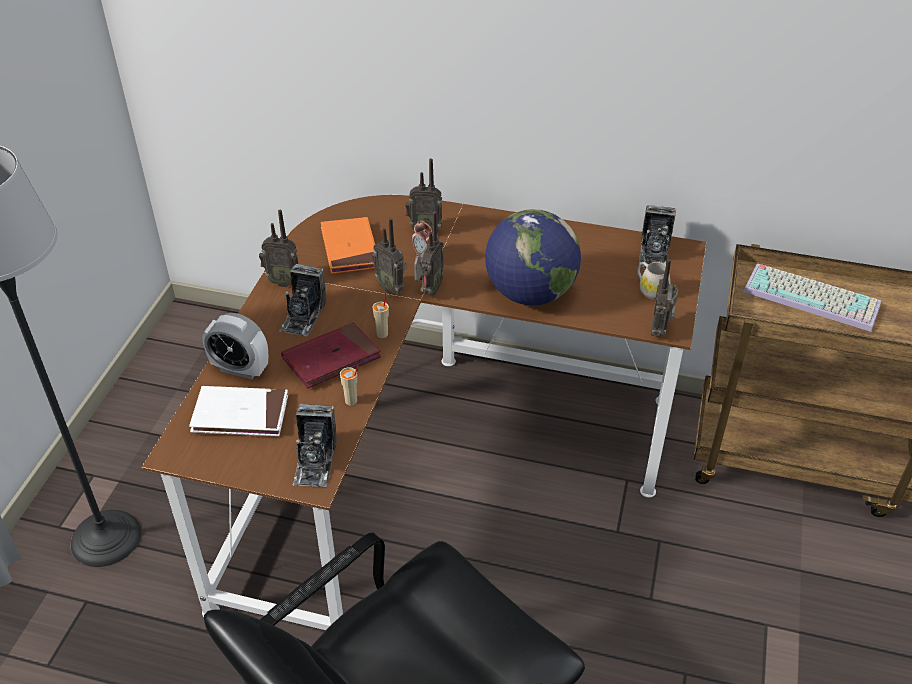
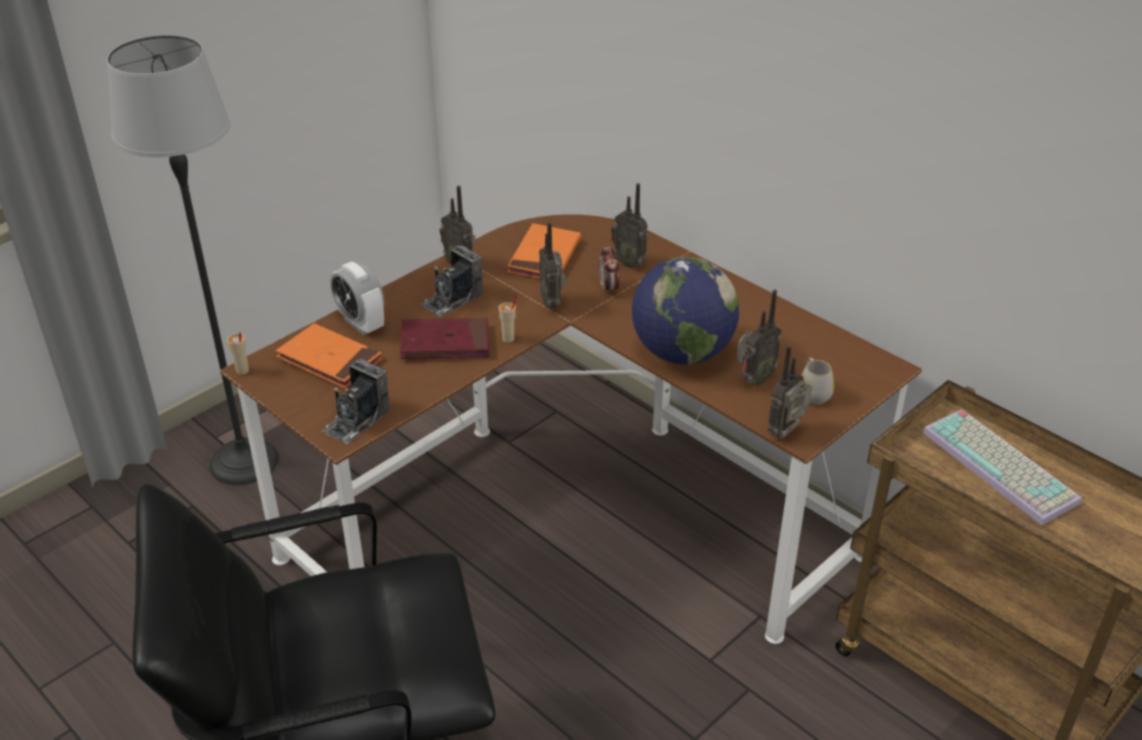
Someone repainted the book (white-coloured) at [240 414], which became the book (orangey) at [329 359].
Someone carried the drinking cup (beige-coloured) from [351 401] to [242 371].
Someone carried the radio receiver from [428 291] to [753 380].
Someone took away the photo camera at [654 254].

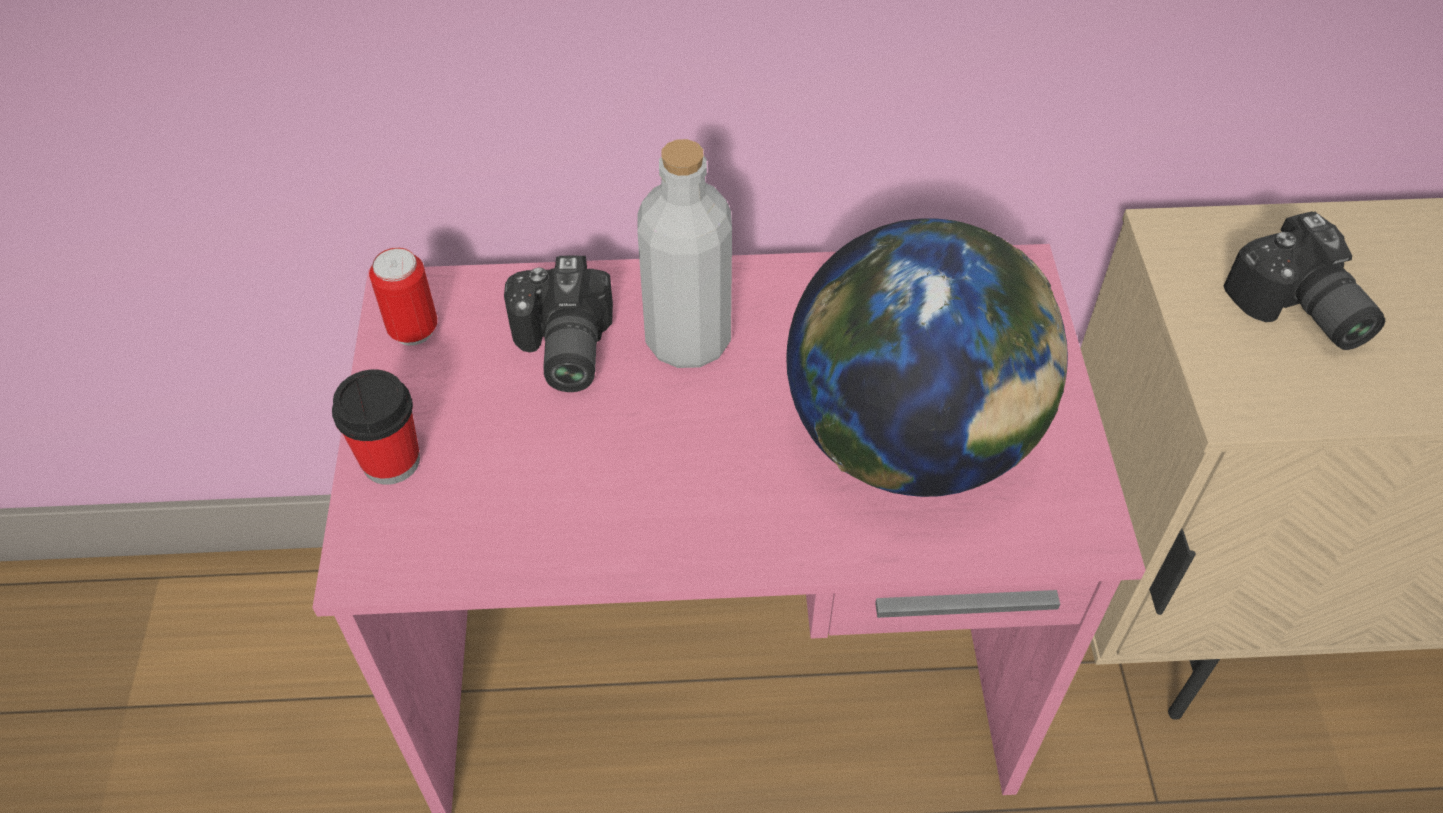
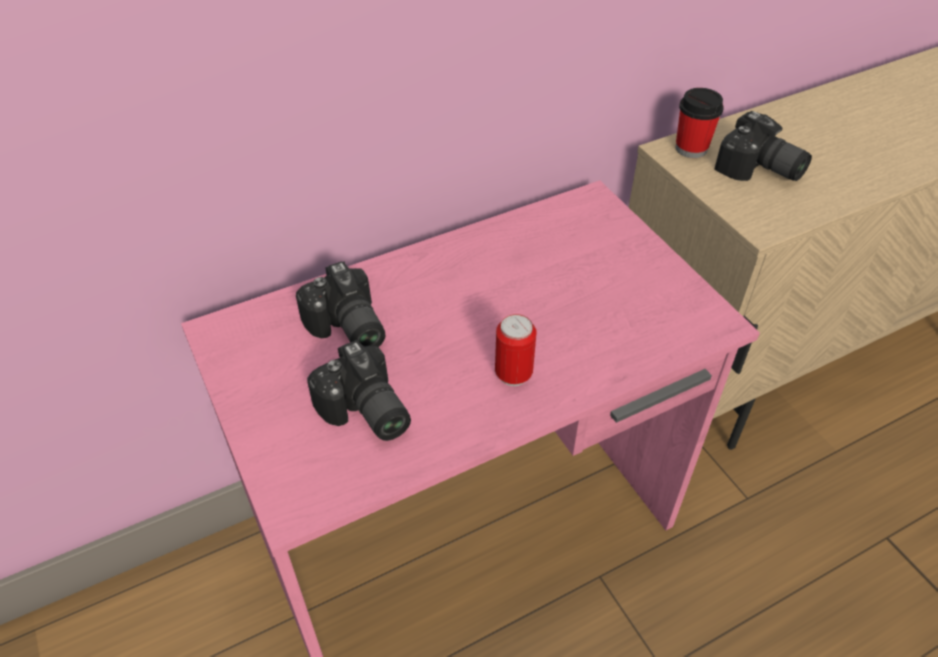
Someone carried the drinking cup from [391 461] to [691 148].
Someone carried the sealed can from [413 330] to [513 374].
Someone took away the drink bottle (gray) at [688 340].
Someone took away the globe at [909 442].
Someone put down the photo camera at [364 413].

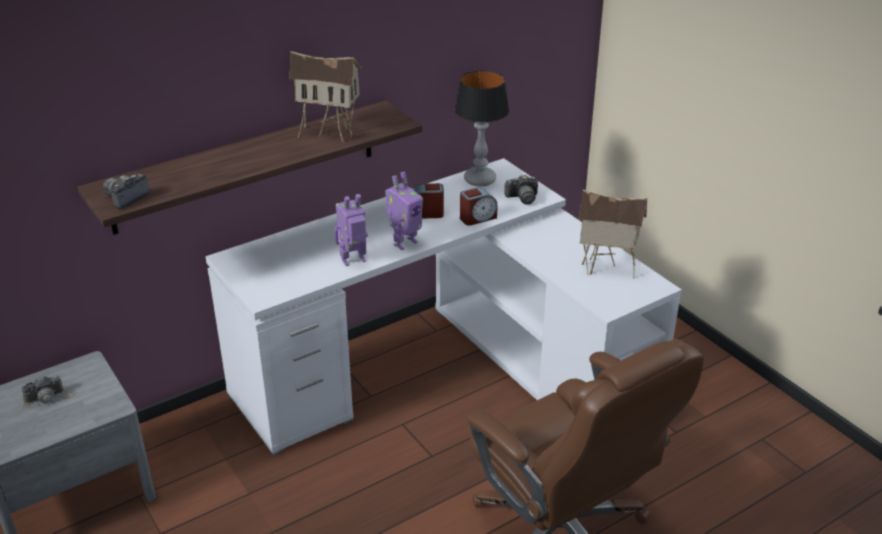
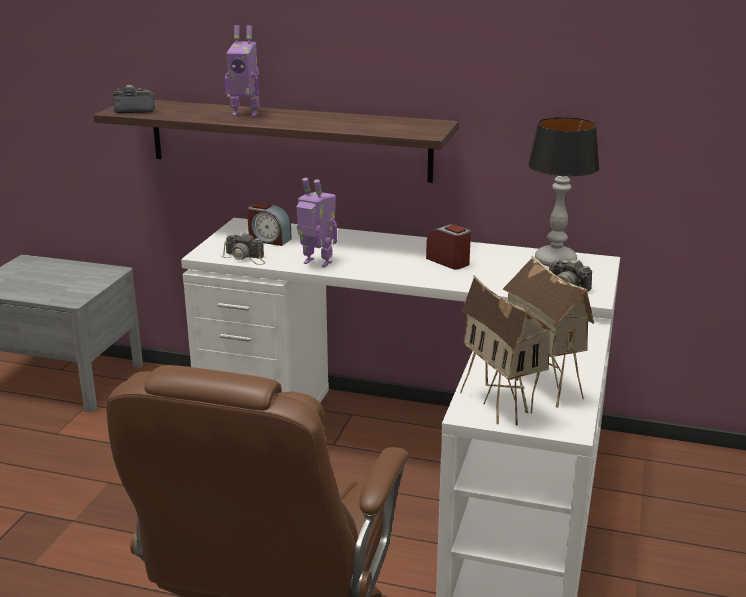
Someone carried the photo camera from [49 397] to [245 258].
Someone carried the model house from [329 133] to [501 405].
Someone carried the model robot from [404 243] to [246 114].
Someone carried the alarm clock from [477 218] to [269 239].

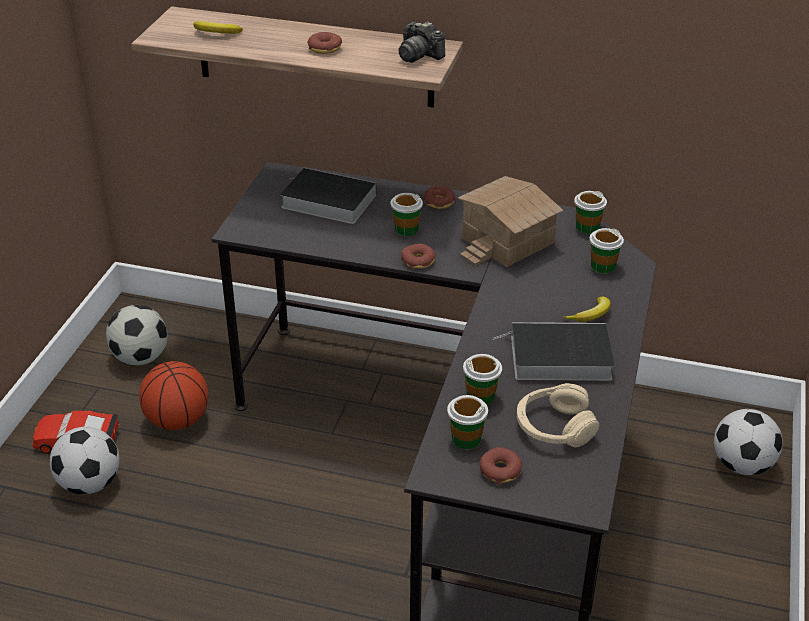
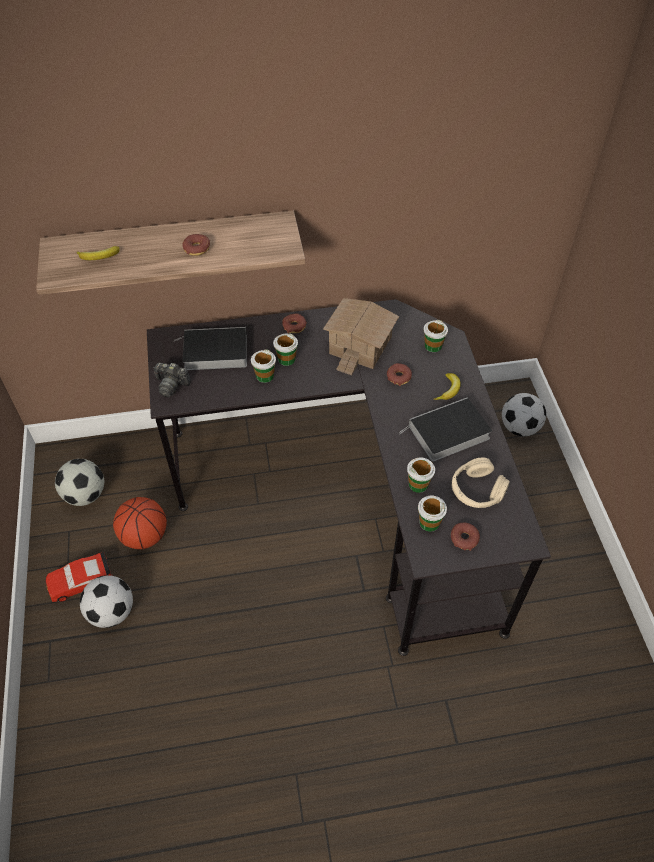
Someone carried the photo camera from [419 55] to [171 385].
Someone carried the donut from [418 261] to [398 377].
Someone carried the drinking cup from [587 227] to [264 376].

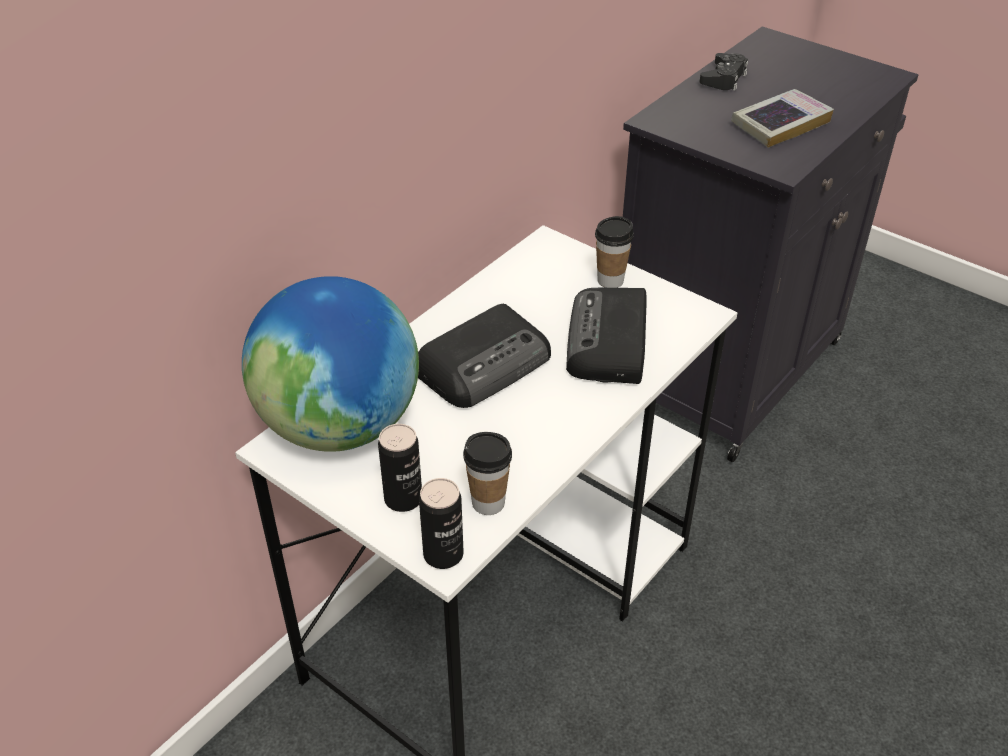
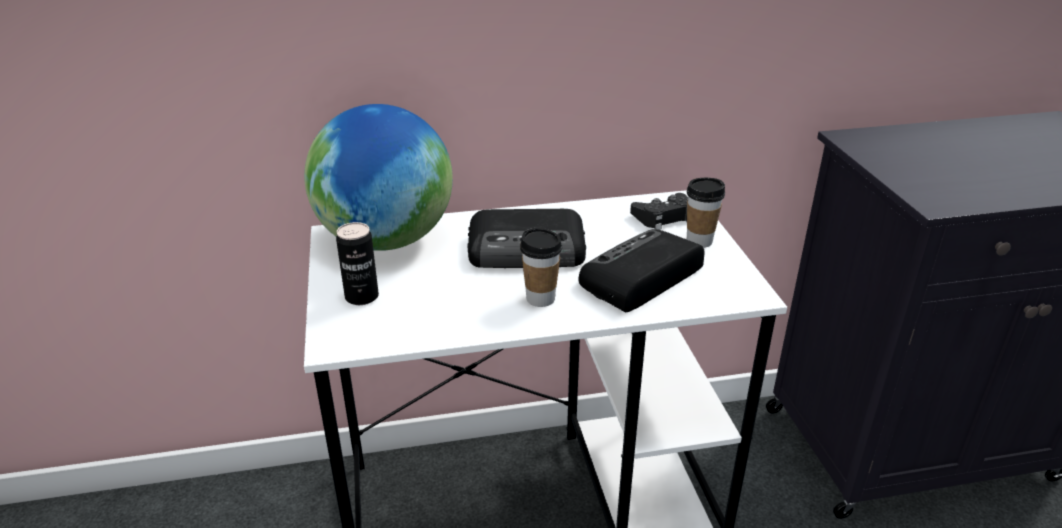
Someone took away the sealed can at [443 554].
Someone carried the drinking cup from [488 503] to [540 298].
Someone carried the game controller (black) from [724 78] to [664 217].
Someone took away the book at [780 124].

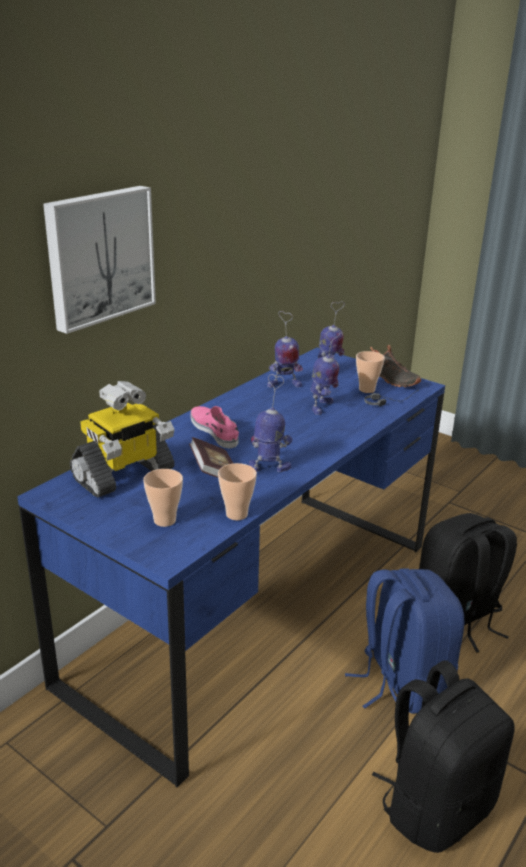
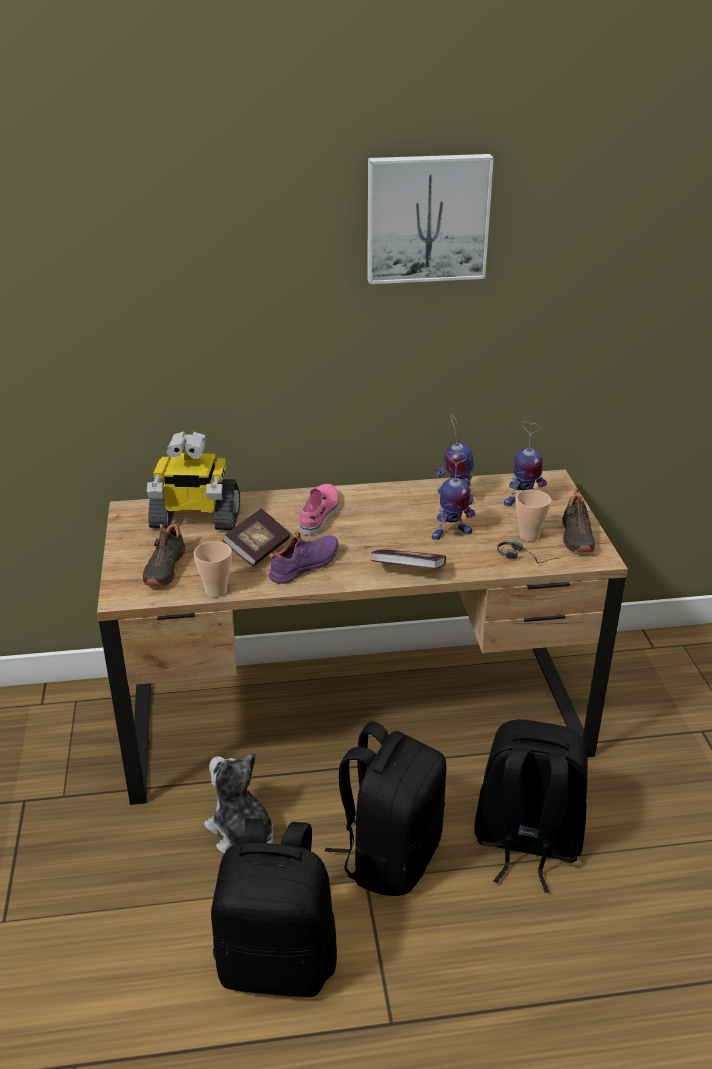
Someone repainted the desk unit (blue-coloured) at [258 609], which became the desk unit (brown-coloured) at [356 717].
Someone carried the wall art from [99 256] to [427 218].
Someone swapped the drinking cup at [164 520] for the low shoe (black) at [163 568].
Someone swapped the model robot at [270 467] for the low shoe (purple) at [306 567].
Someone repainted the backpack (blue-coloured) at [401 682], which became the backpack (black) at [390 855].
Someone put down the plush toy at [241 833].
Someone put down the book at [408 571].

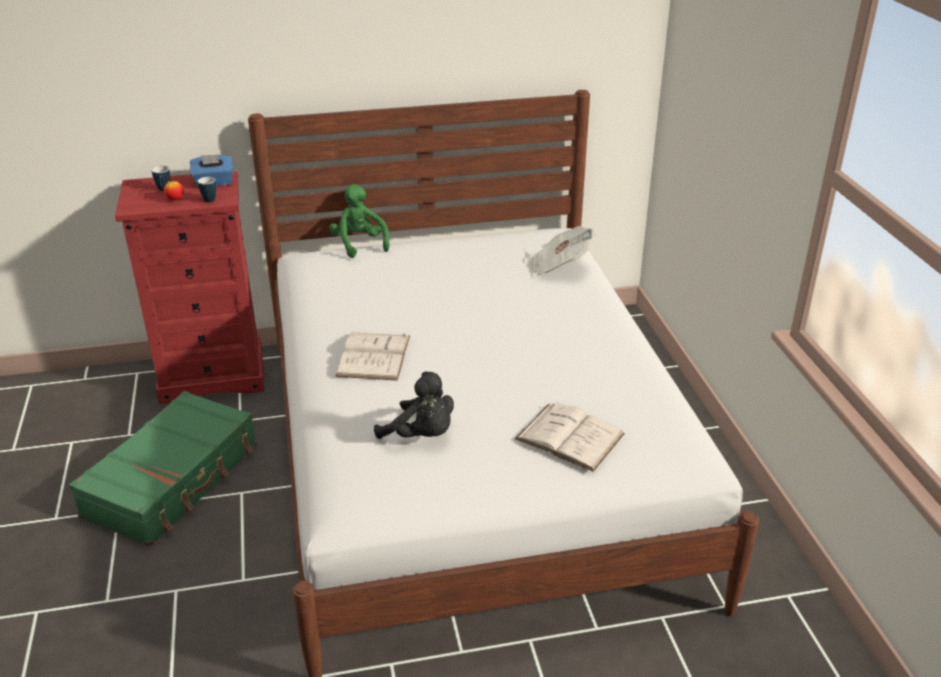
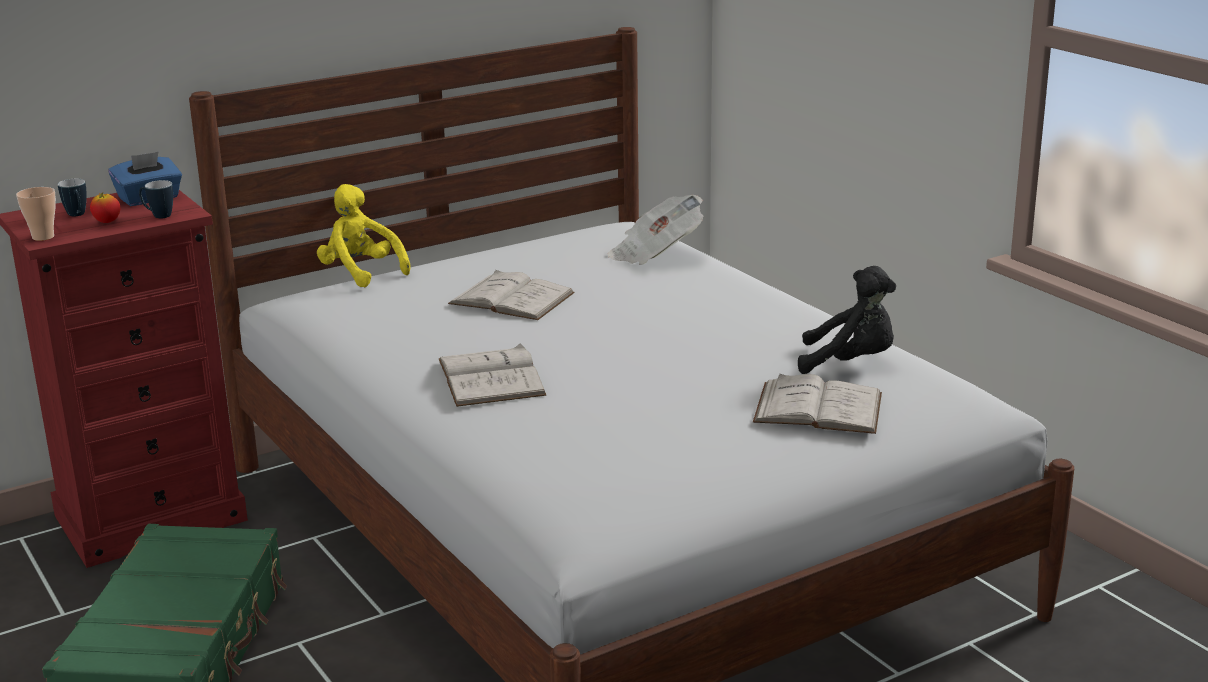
Someone repainted the plush toy (greenish) at [359 244], which became the plush toy (yellow-coloured) at [360 273].
Someone carried the plush toy (black) from [421 435] to [850 363].
Someone put down the drinking cup at [43 237].
Someone put down the book (white-coloured) at [511 298].

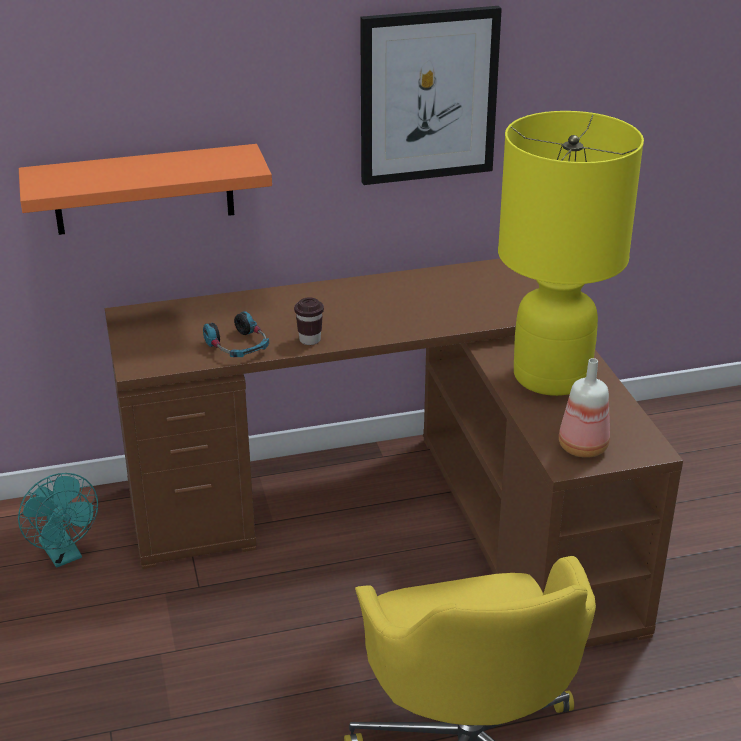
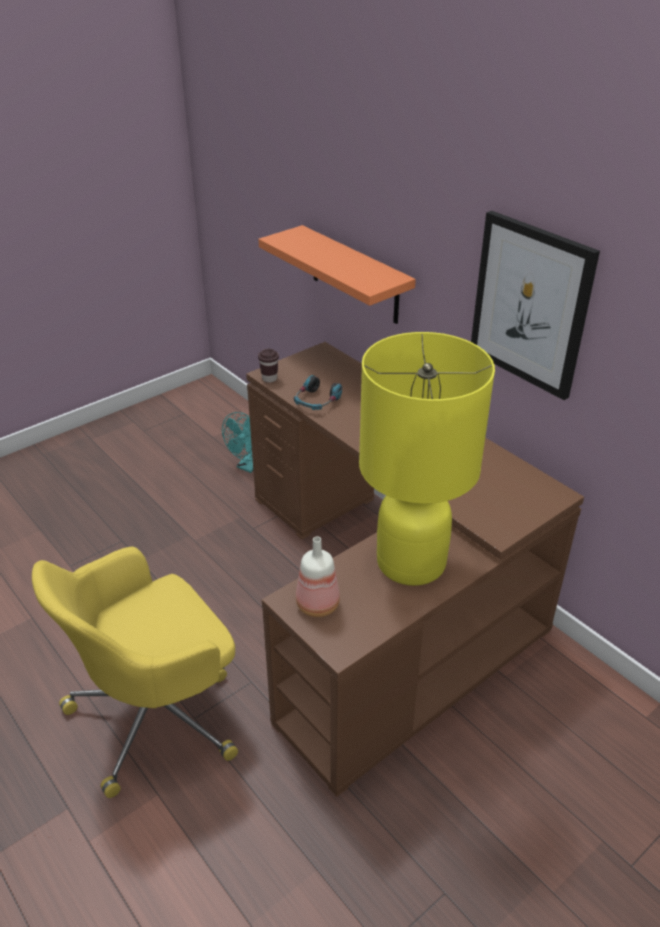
Someone carried the drinking cup (brown-coloured) from [310 340] to [269 379].

